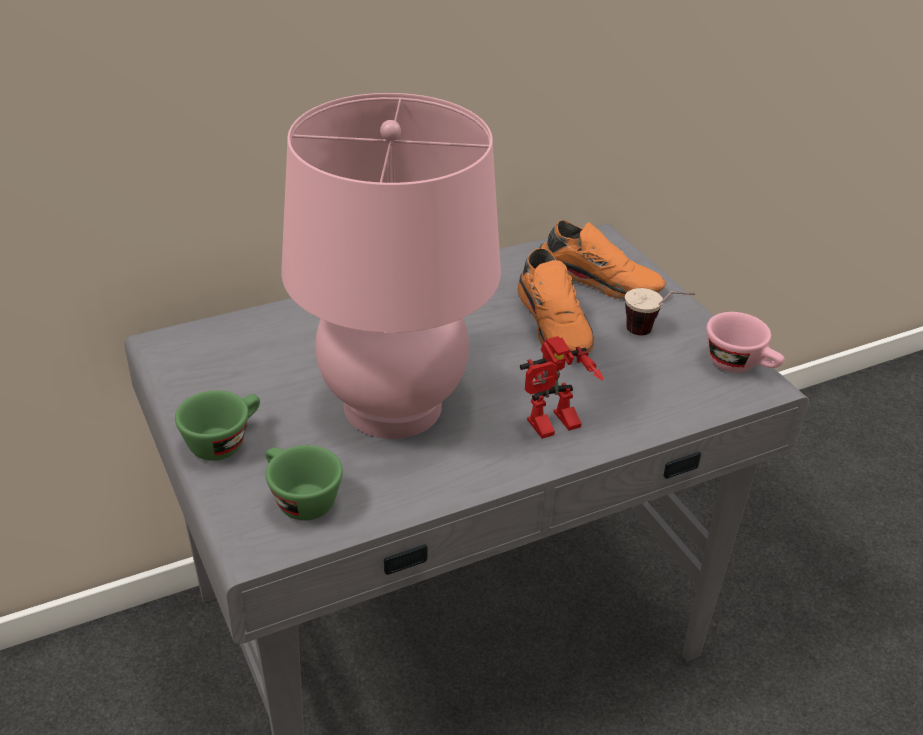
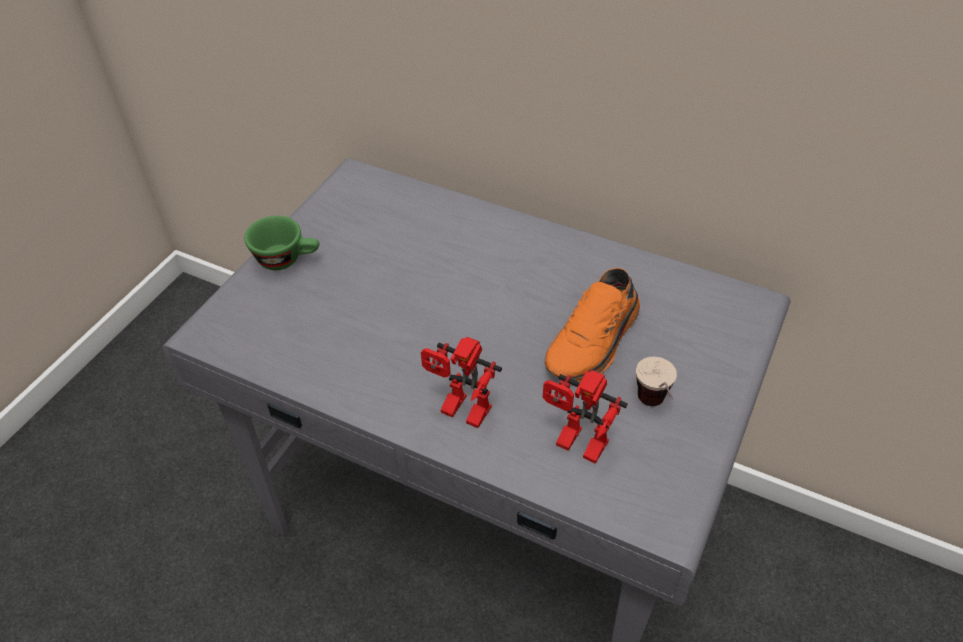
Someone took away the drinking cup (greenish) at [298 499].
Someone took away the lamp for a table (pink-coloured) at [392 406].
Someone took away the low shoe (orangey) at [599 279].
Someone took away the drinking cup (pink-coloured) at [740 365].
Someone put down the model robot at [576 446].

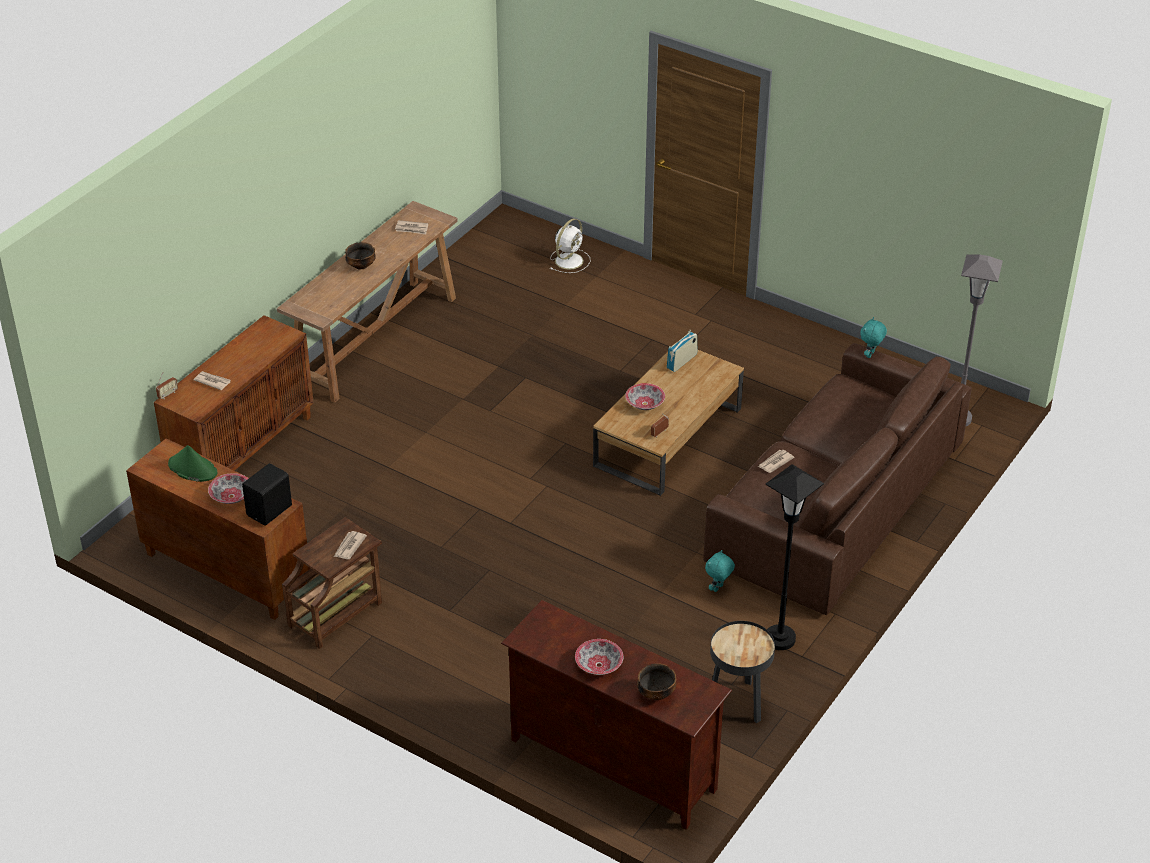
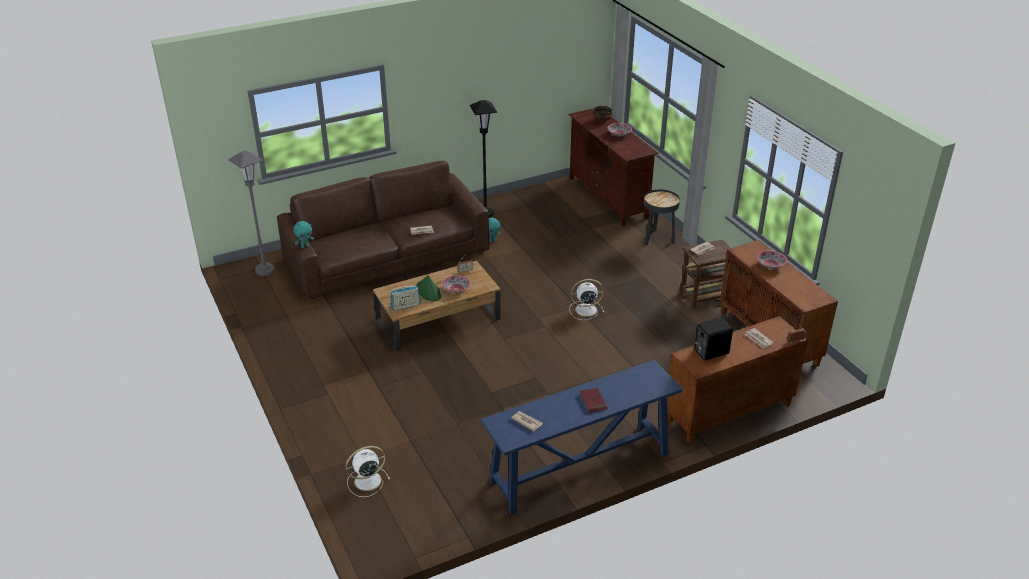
Someone carried the clothing hat (greenish) from [192 468] to [428 291].
Someone carried the speaker (black) from [271 511] to [710 351].
Someone repainted the hall table (brown-coloured) at [376 339], which became the hall table (blue-coloured) at [579 468].
Someone swapped the deep dish at [361 266] for the book (red-coloured) at [593 401].
Someone carried the end table (black) from [738 703] to [658 239].
Someone put down the cooling fan (white-coloured) at [585 310].

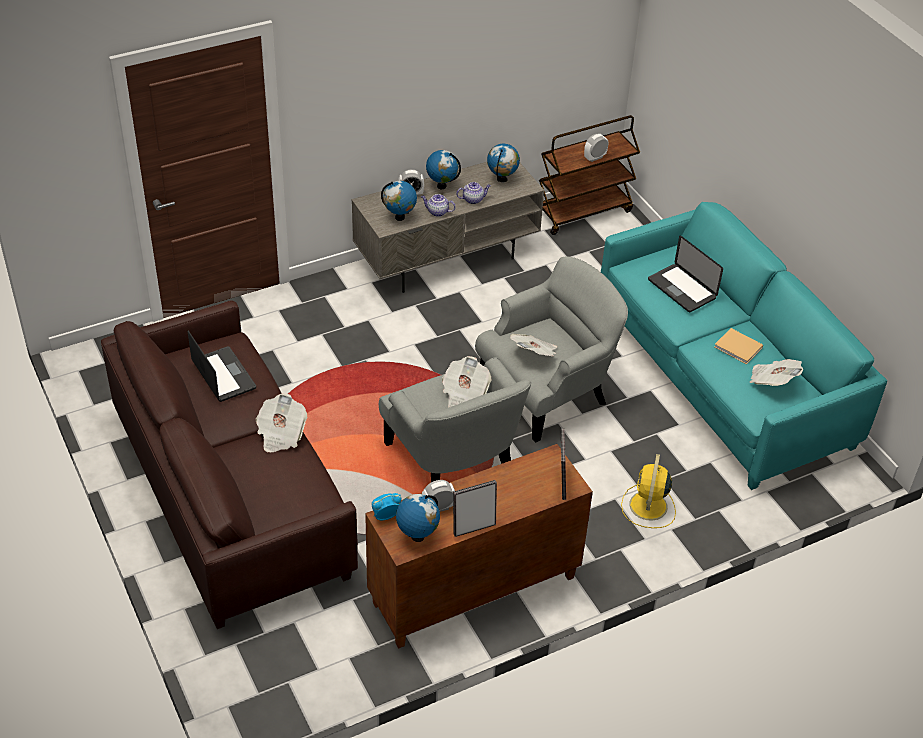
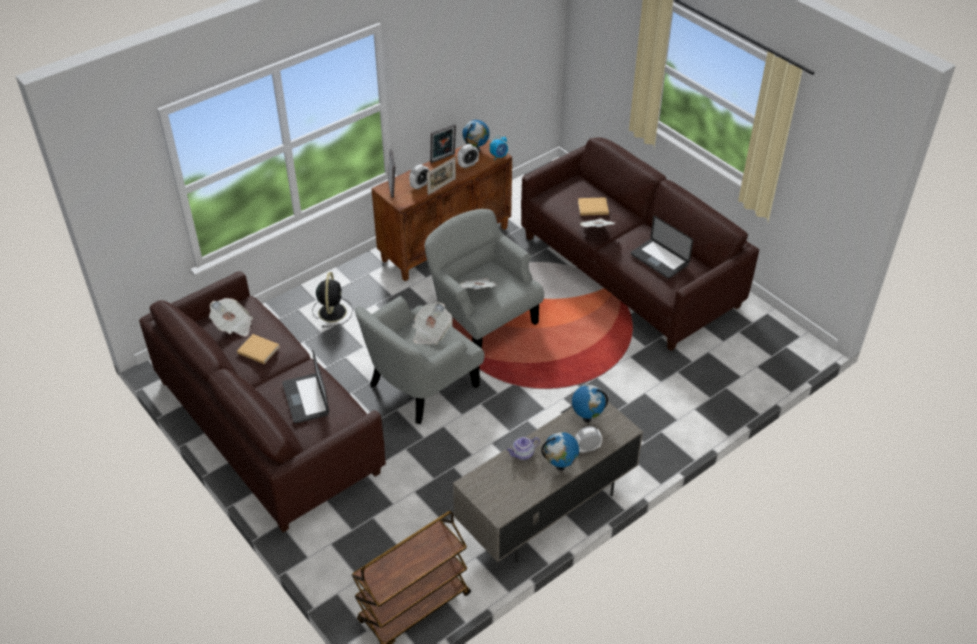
Someone took away the teapot at [437 212].
Someone took away the globe at [502 179].
Someone carried the alarm clock from [595 158] to [420 185].
Someone repainted the sofa (turquoise-coloured) at [722 379], which became the sofa (brown-coloured) at [268 425].
Someone repainted the cooling fan (yellow-coloured) at [648 507], which became the cooling fan (black) at [332 311].
Someone rotated the portable computer at [681 289] by 150 degrees counterclockwise.
Someone put down the picture frame at [441 186].
Someone put down the book (beige-coloured) at [592 207].

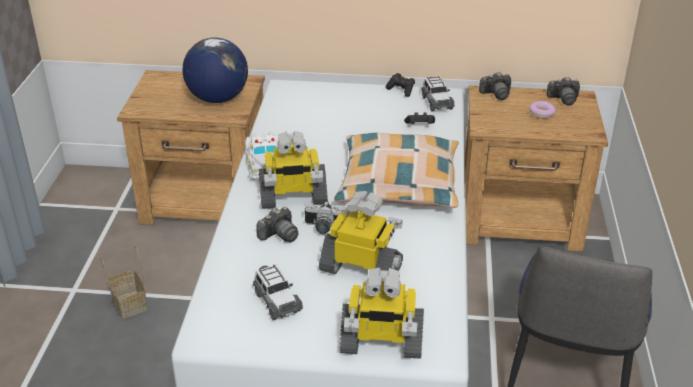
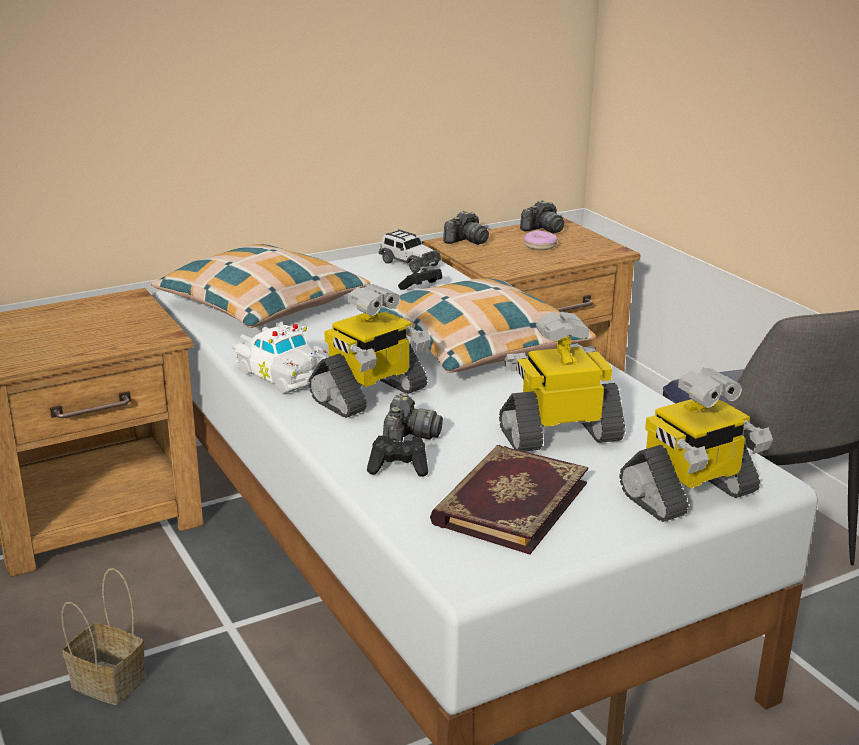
Someone took away the globe at [217 98].
Someone swapped the model car at [276 301] for the book at [508 502].
Someone took away the photo camera at [322 228].
Someone carried the game controller (black) from [401 90] to [399 468].
Someone put down the cushion at [262 304].

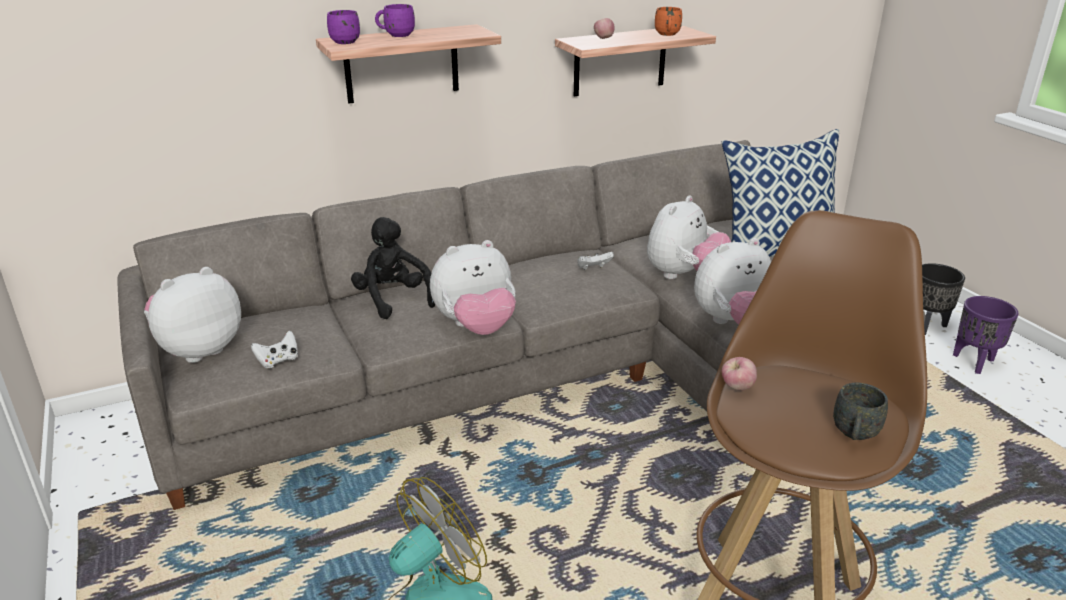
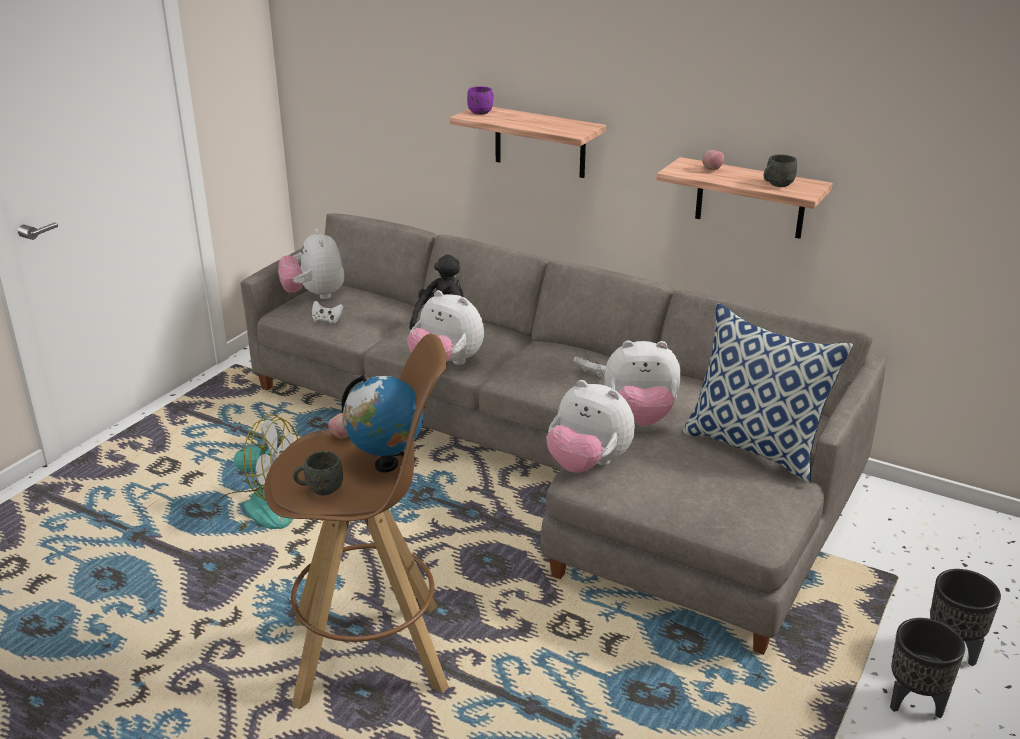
Someone rotated the plush toy at [199 350] by 120 degrees counterclockwise.
Someone took away the coffee mug (purple) at [396 35].
Someone repainted the coffee mug (orangey) at [667 34], which became the coffee mug (gray) at [776 184].
Someone repainted the plant pot (purple) at [973 362], which became the plant pot (black) at [915 702].
Someone put down the globe at [386 465].

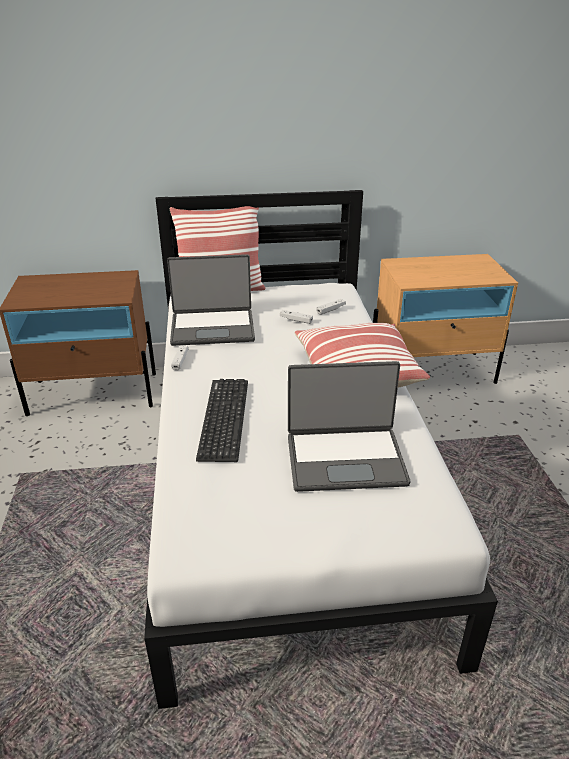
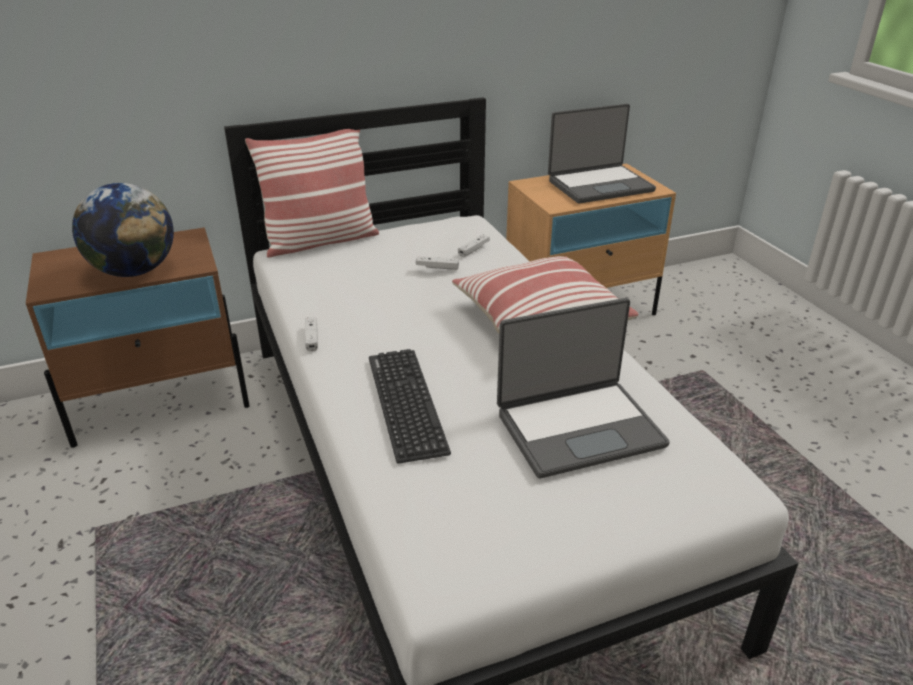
Someone carried the portable computer from [213 328] to [599 185].
Someone put down the globe at [135 271].

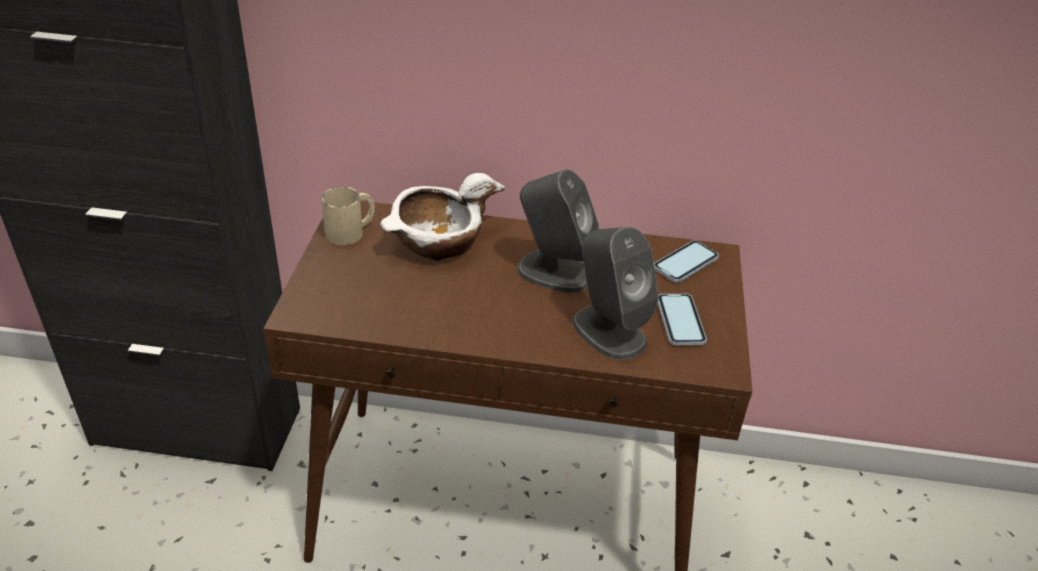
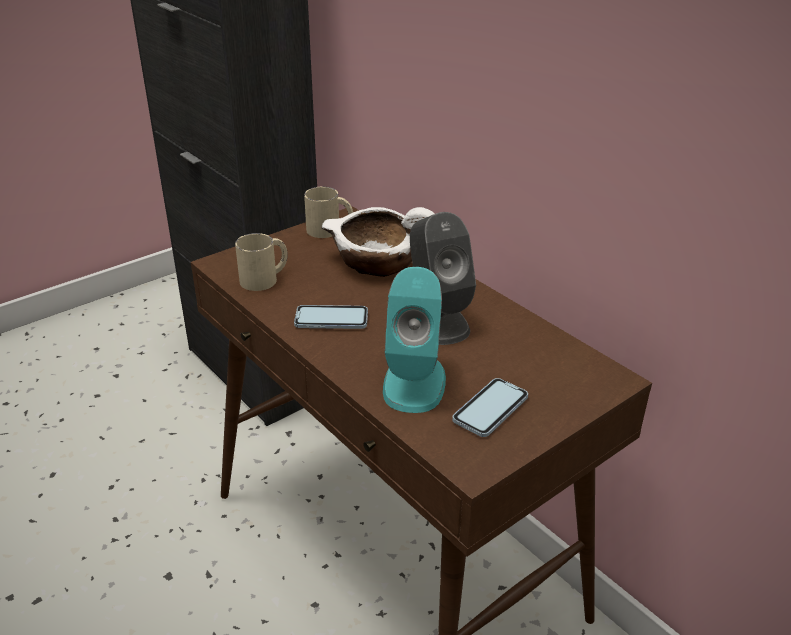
Someone repainted the speaker (gray) at [608 331], which became the speaker (turquoise-coloured) at [414 382].
Someone carried the telephone from [685 263] to [331 319].
Someone put down the coffee mug (beige-coloured) at [265 278].

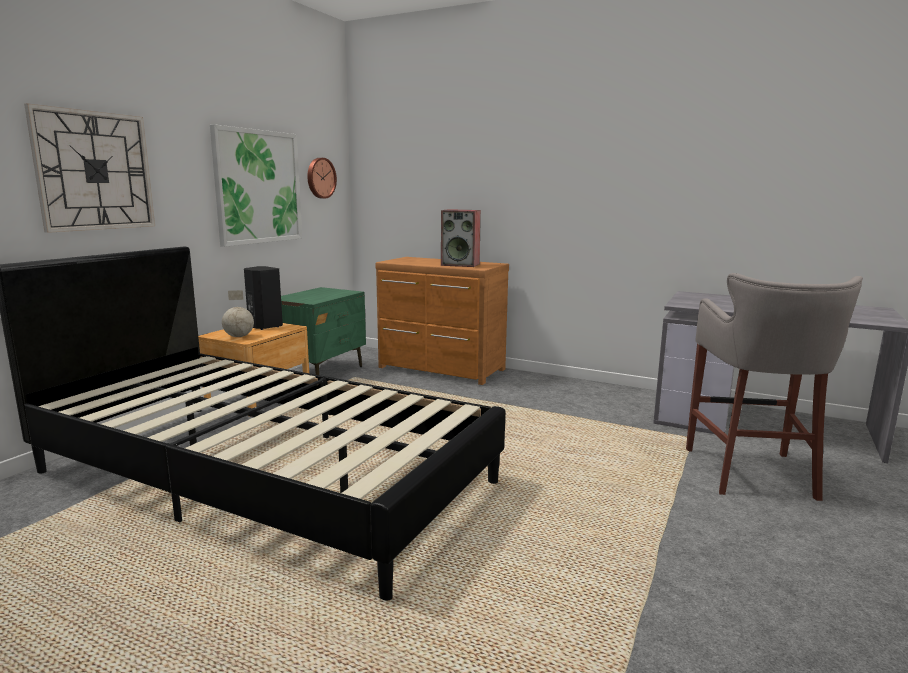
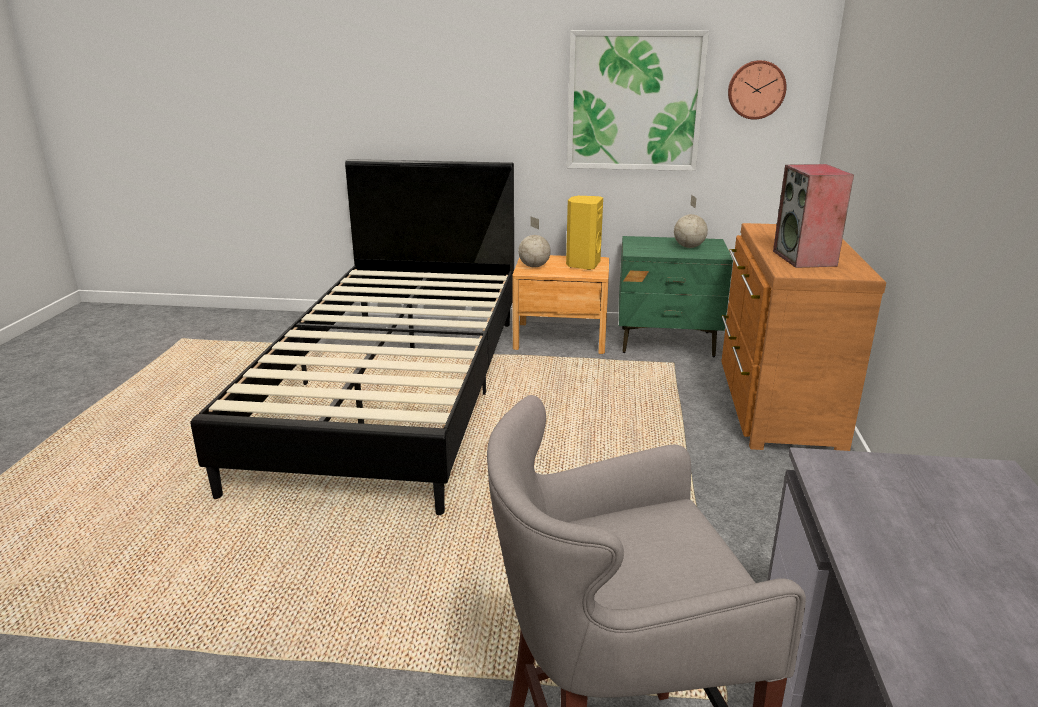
Someone took away the hanging clock at [95 171].
Someone repainted the speaker (black) at [264 326], which became the speaker (yellow-coloured) at [582 265].
Someone put down the globe at [689 247].

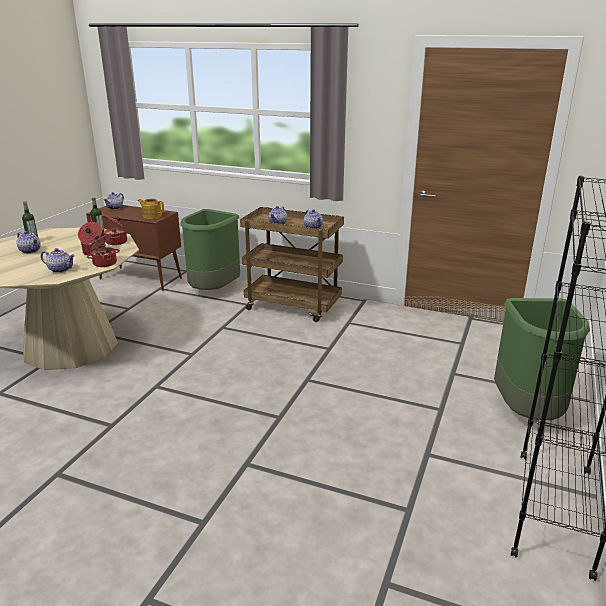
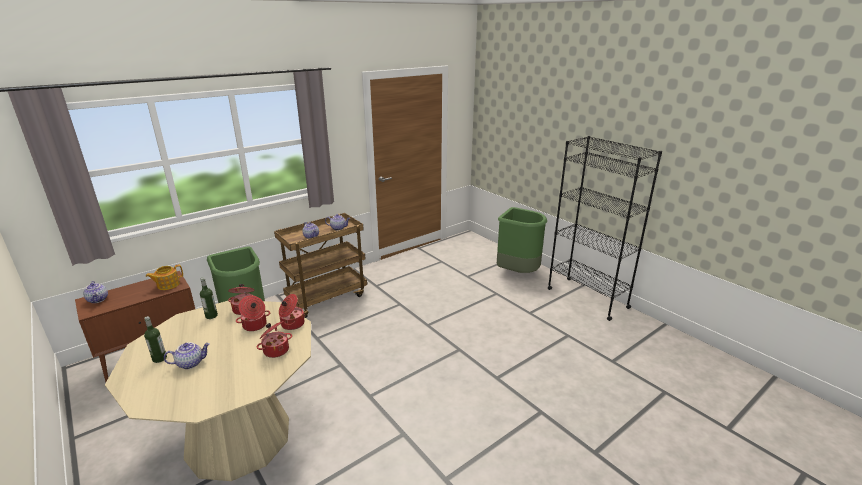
Someone swapped the teapot at [61 269] for the cooking pot at [276 350].

